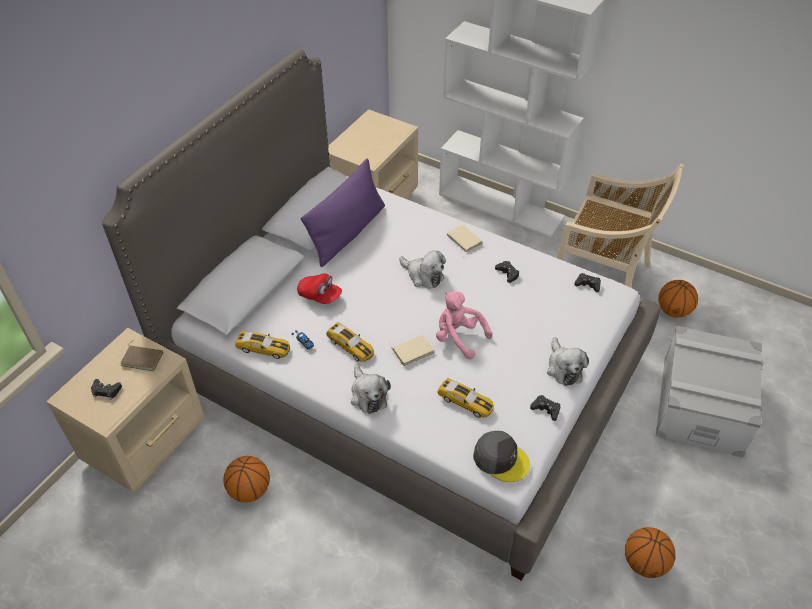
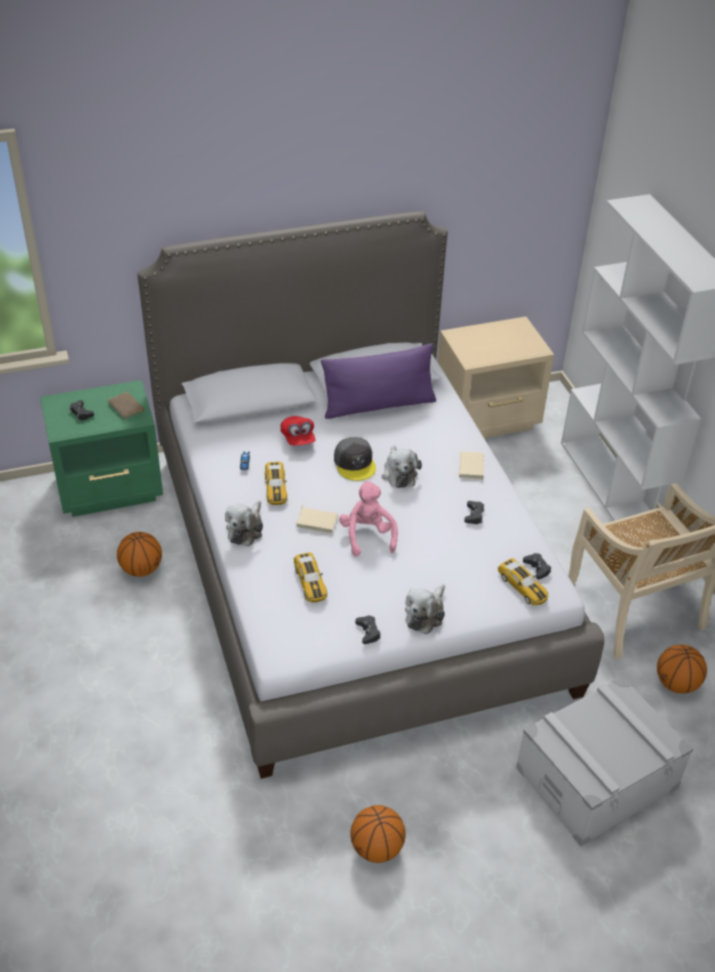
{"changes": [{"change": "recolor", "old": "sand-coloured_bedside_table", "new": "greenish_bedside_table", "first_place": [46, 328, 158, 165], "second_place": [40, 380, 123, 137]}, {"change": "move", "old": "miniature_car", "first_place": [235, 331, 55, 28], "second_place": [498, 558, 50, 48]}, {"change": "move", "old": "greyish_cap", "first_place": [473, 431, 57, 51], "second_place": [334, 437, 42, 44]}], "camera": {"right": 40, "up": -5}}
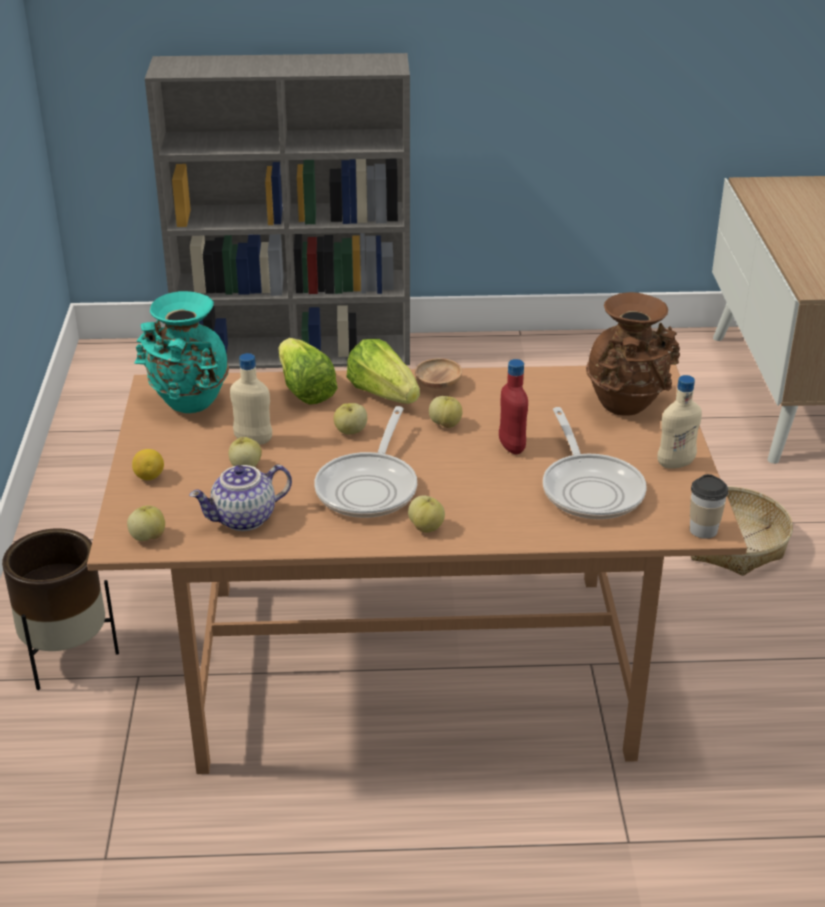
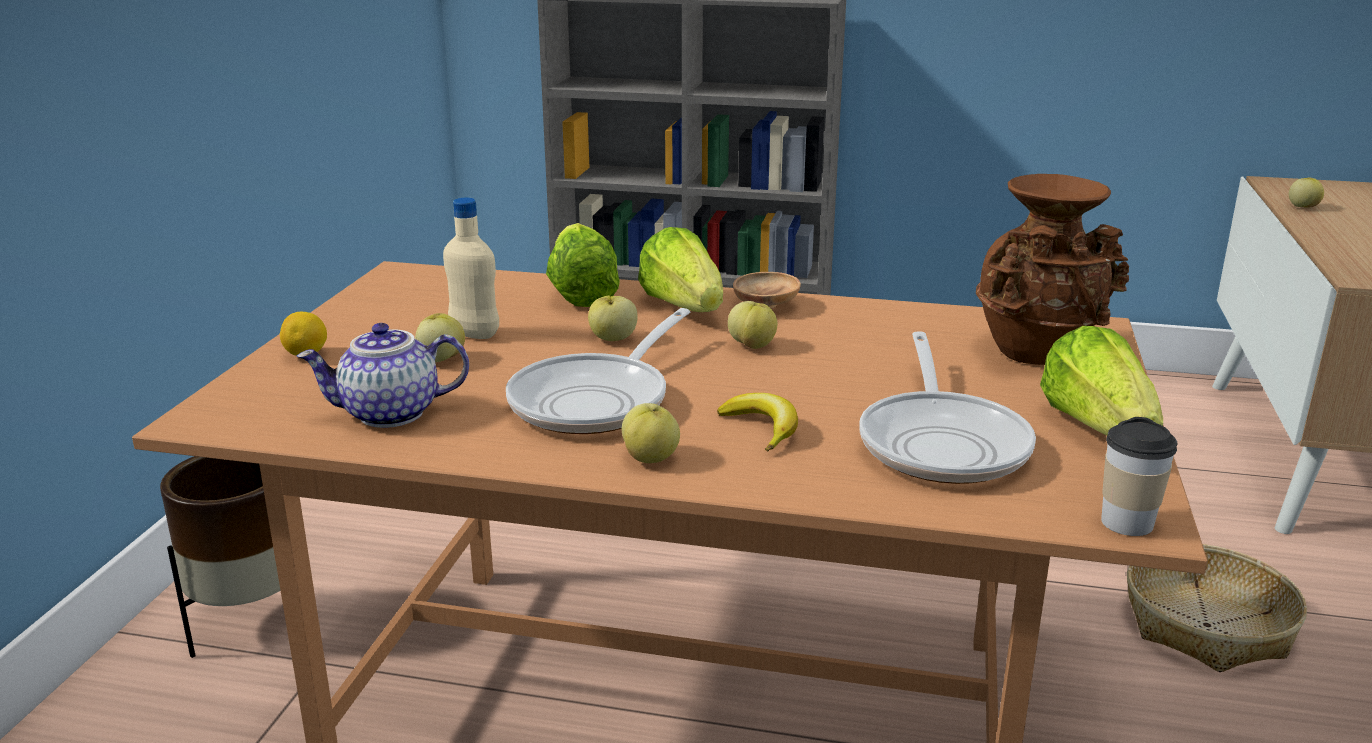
{"changes": [{"change": "move", "old": "whole_apple", "first_place": [127, 505, 38, 36], "second_place": [1289, 178, 35, 30]}, {"change": "delete", "old": "blue-green_vase", "first_place": [134, 291, 95, 122]}, {"change": "delete", "old": "red_bottle", "first_place": [499, 359, 29, 95]}, {"change": "replace", "old": "sand-coloured_bottle", "new": "lettuce_head", "first_place": [658, 375, 44, 94], "second_place": [1040, 326, 123, 110]}, {"change": "insert", "new": "whole_banana", "second_place": [717, 393, 81, 59]}], "camera": {"right": 15, "up": -10}}
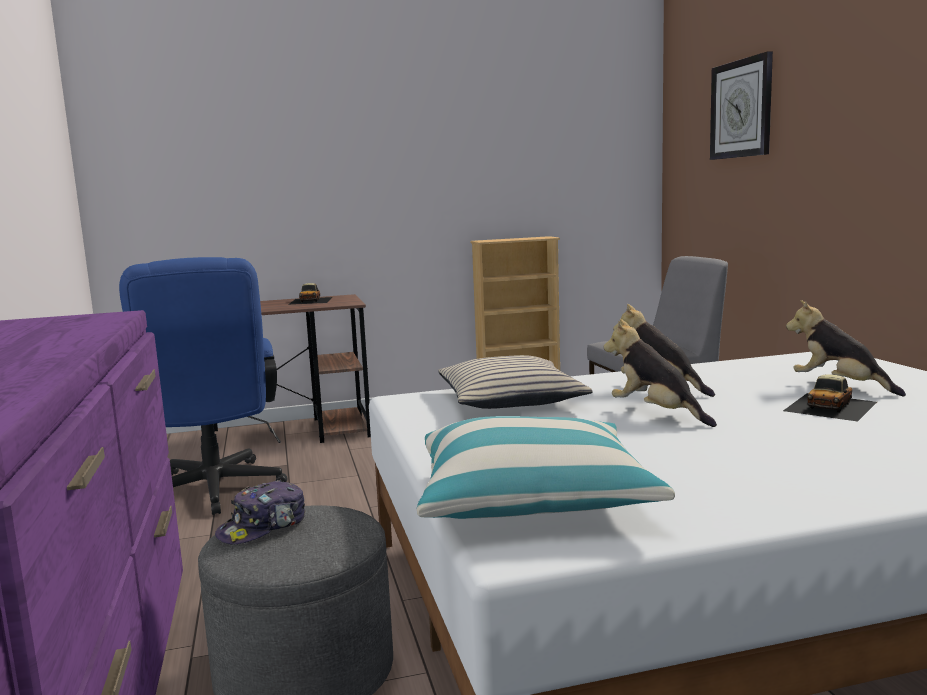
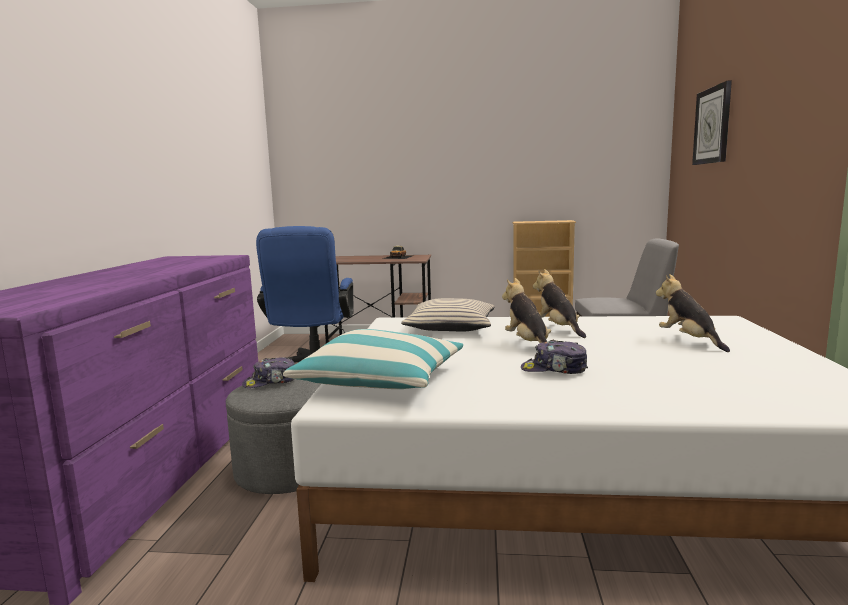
{"changes": [{"change": "delete", "old": "miniature_car", "first_place": [783, 374, 94, 48]}, {"change": "insert", "new": "cap", "second_place": [521, 340, 67, 34]}], "camera": {"right": 20, "up": 0}}
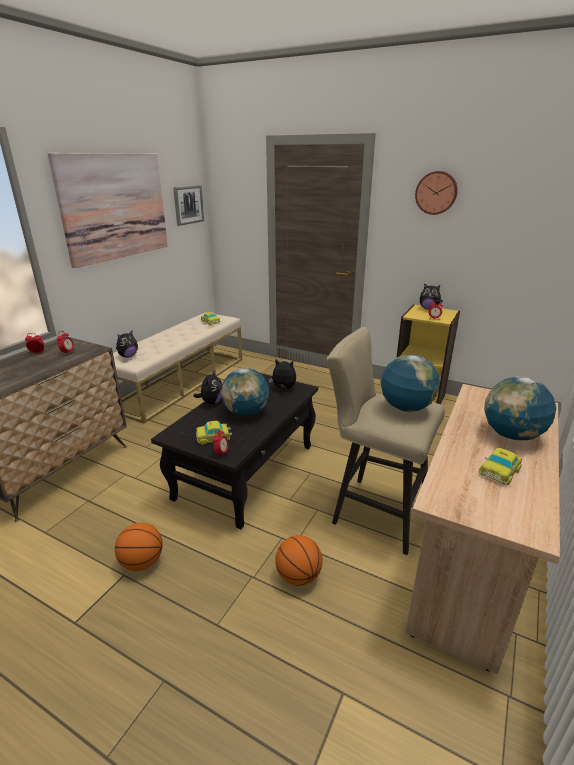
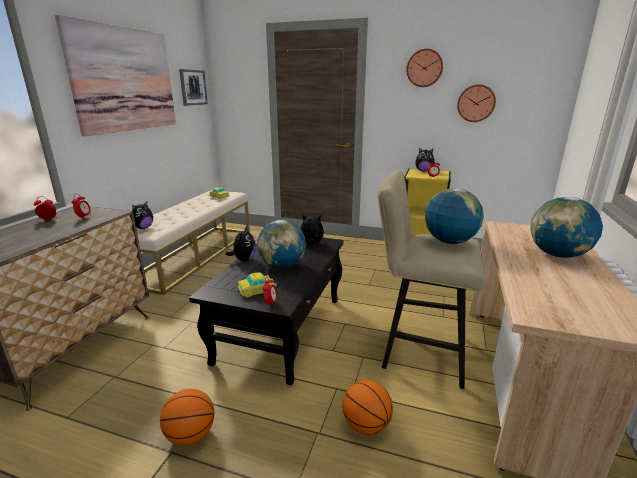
{"changes": [{"change": "delete", "old": "miniature_car", "first_place": [479, 448, 43, 37]}, {"change": "insert", "new": "wall_clock", "second_place": [457, 84, 39, 38]}], "camera": {"right": -10, "up": -5}}
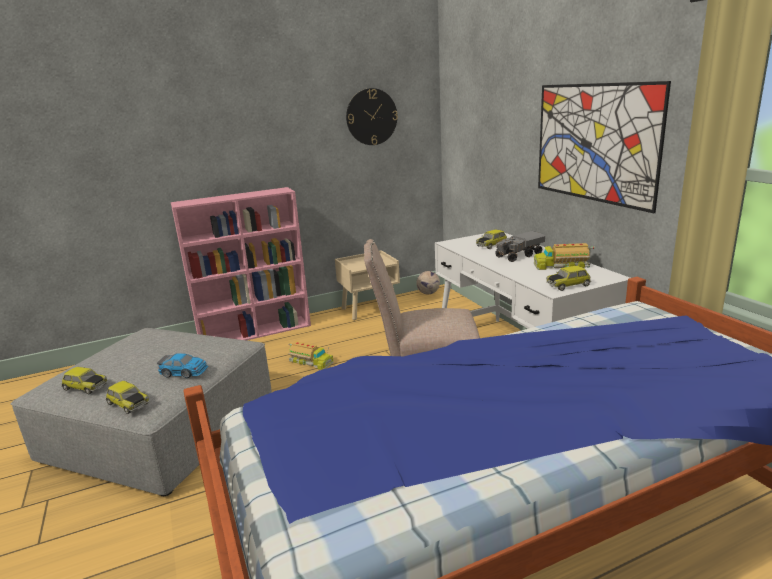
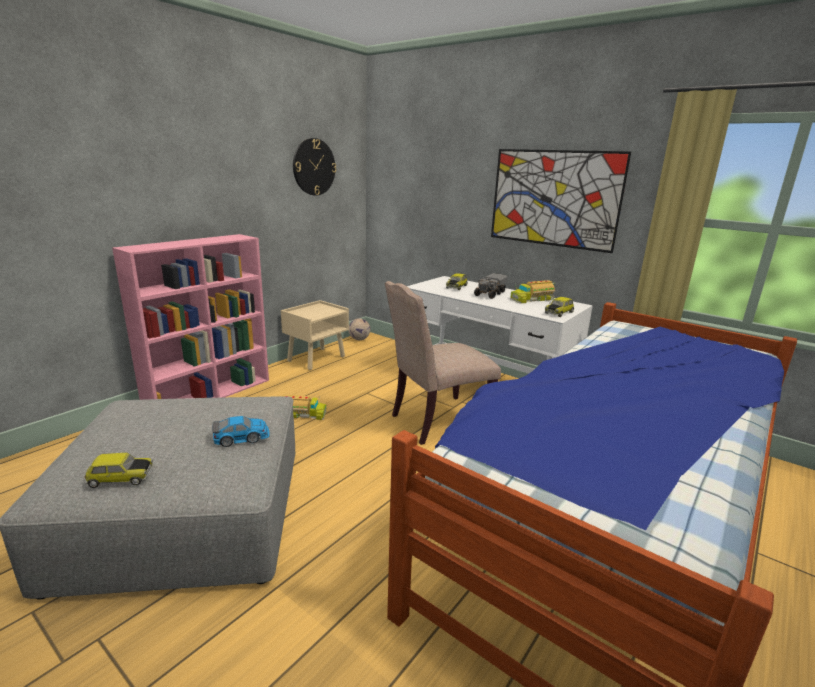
{"changes": [{"change": "delete", "old": "miniature_car", "first_place": [106, 381, 43, 33]}], "camera": {"right": -30, "up": 0}}
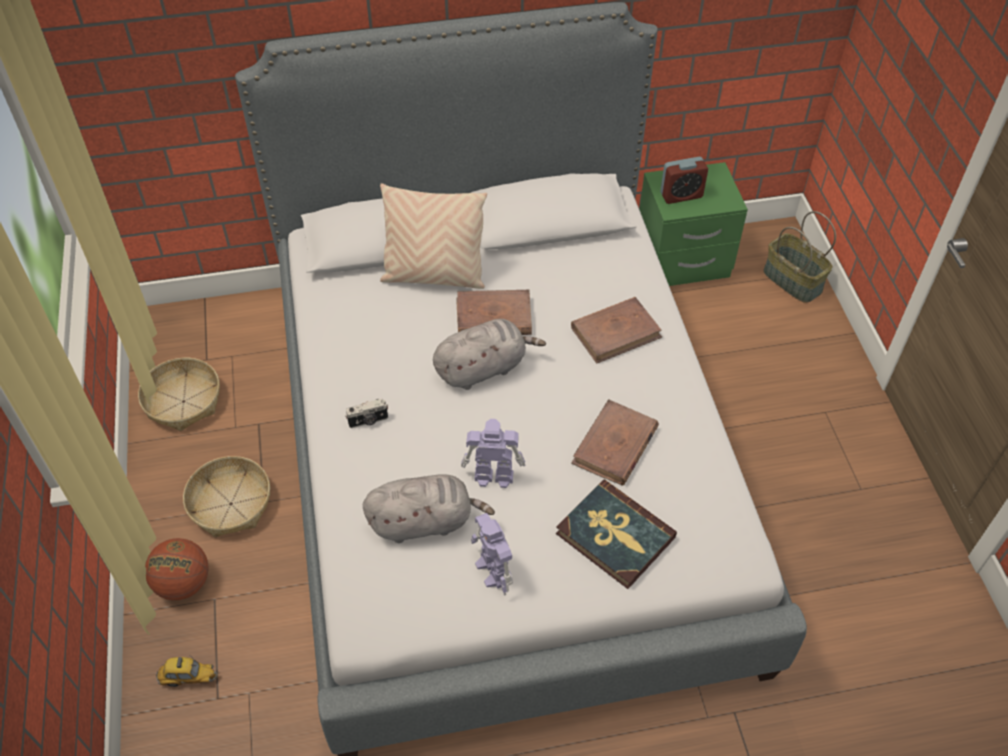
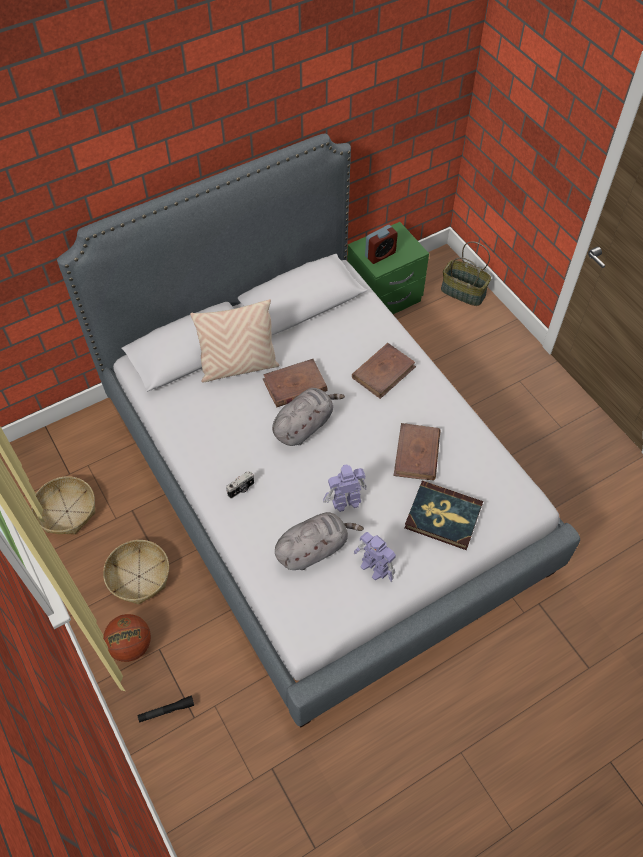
{"changes": [{"change": "replace", "old": "miniature_car", "new": "black_hand_torch", "first_place": [156, 657, 62, 30], "second_place": [138, 695, 56, 28]}], "camera": {"right": -20, "up": 5}}
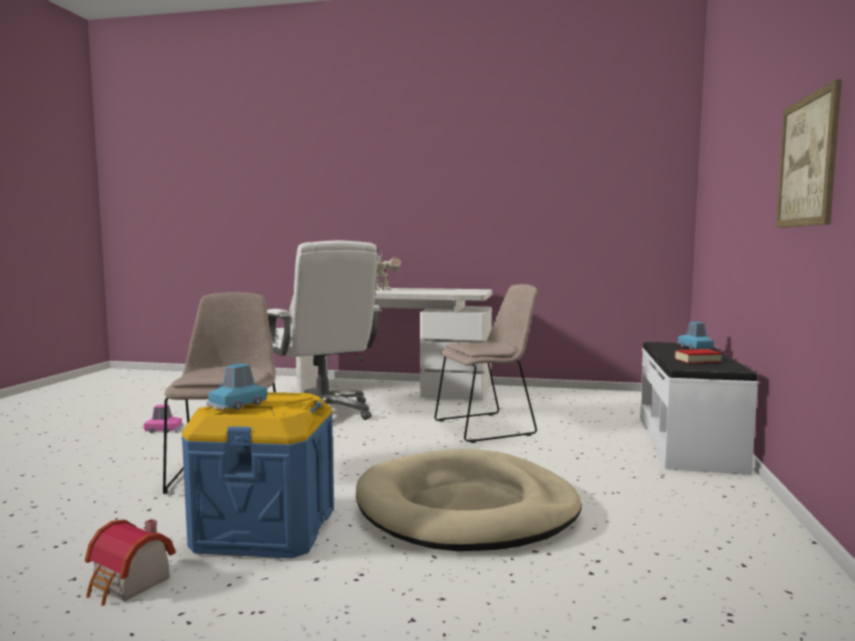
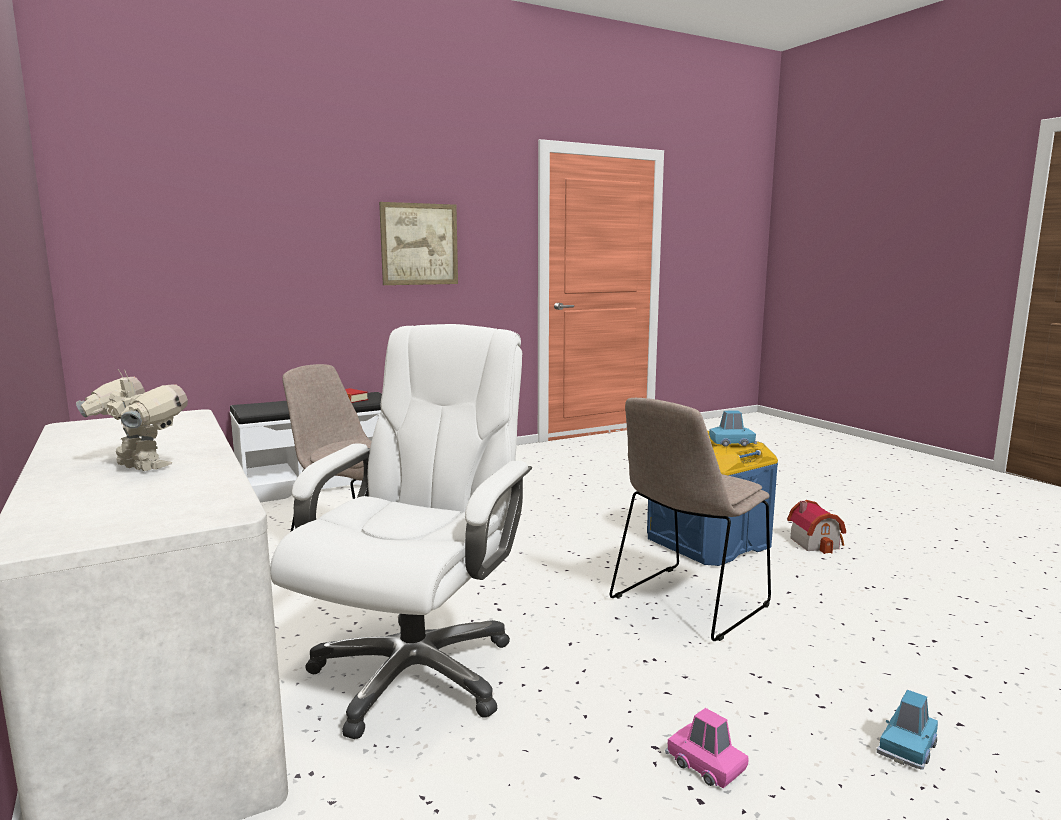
{"changes": [{"change": "delete", "old": "sand-coloured_dog_bed", "first_place": [356, 449, 226, 102]}, {"change": "move", "old": "blue_miniature_car", "first_place": [677, 322, 37, 28], "second_place": [877, 690, 61, 80]}], "camera": {"right": -130, "up": 5}}
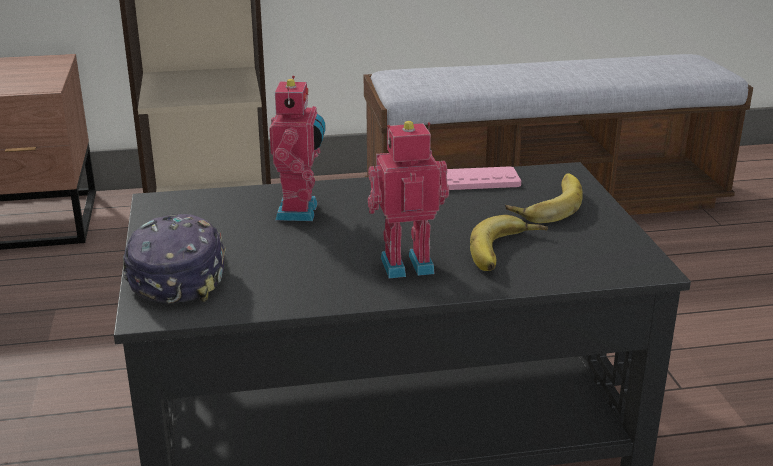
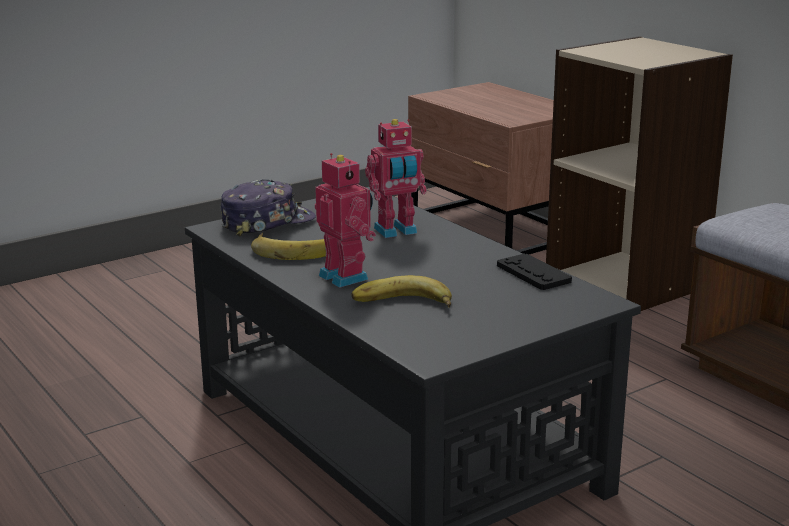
{"changes": [{"change": "recolor", "old": "pink-coloured_gamepad", "new": "black_gamepad", "first_place": [447, 166, 74, 24], "second_place": [497, 254, 75, 36]}, {"change": "move", "old": "whole_banana", "first_place": [505, 173, 78, 50], "second_place": [251, 233, 75, 27]}], "camera": {"right": 65, "up": -5}}
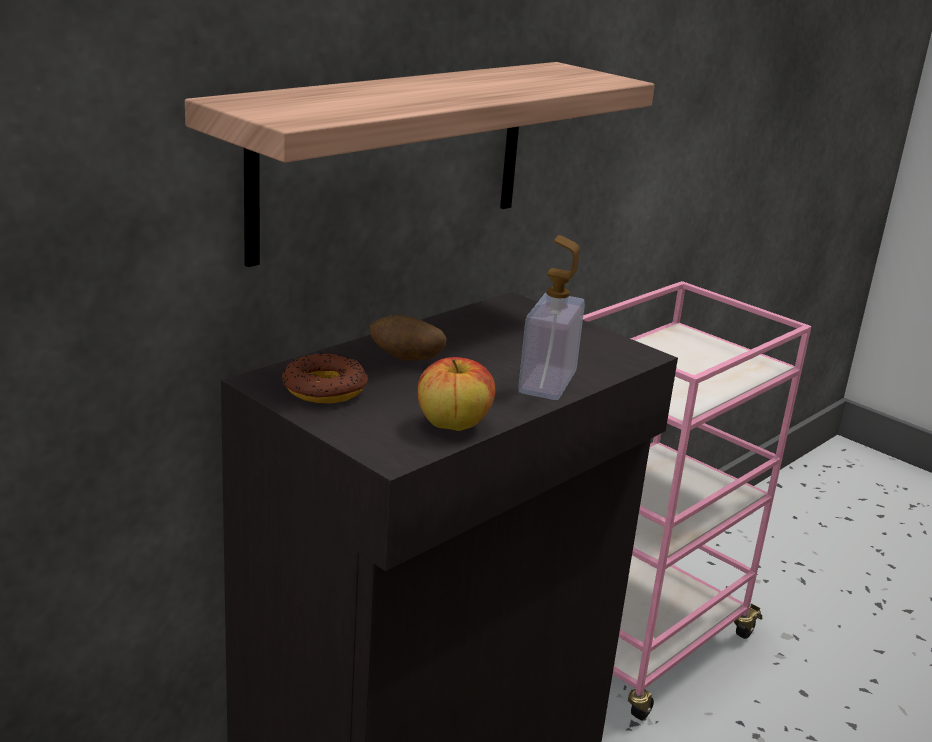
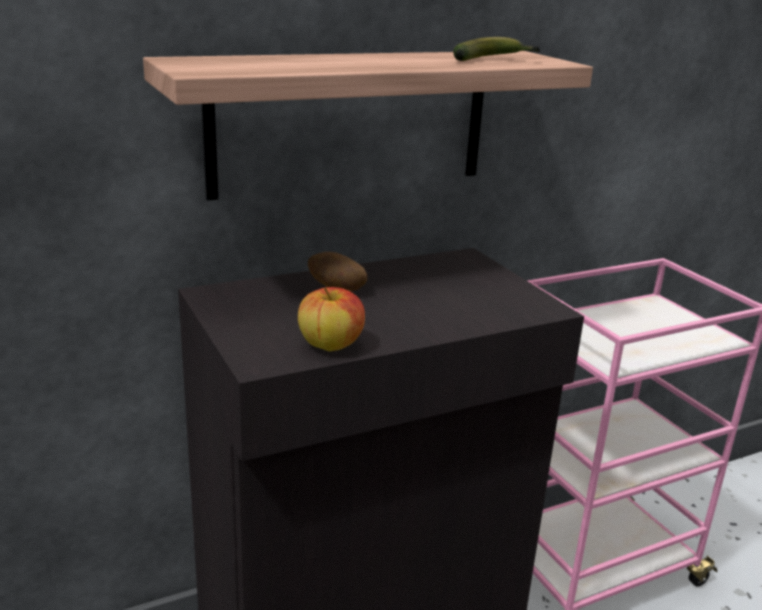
{"changes": [{"change": "delete", "old": "doughnut", "first_place": [282, 353, 86, 50]}, {"change": "delete", "old": "soap_dispenser", "first_place": [518, 235, 67, 165]}, {"change": "insert", "new": "whole_banana", "second_place": [453, 37, 87, 24]}], "camera": {"right": 20, "up": 0}}
